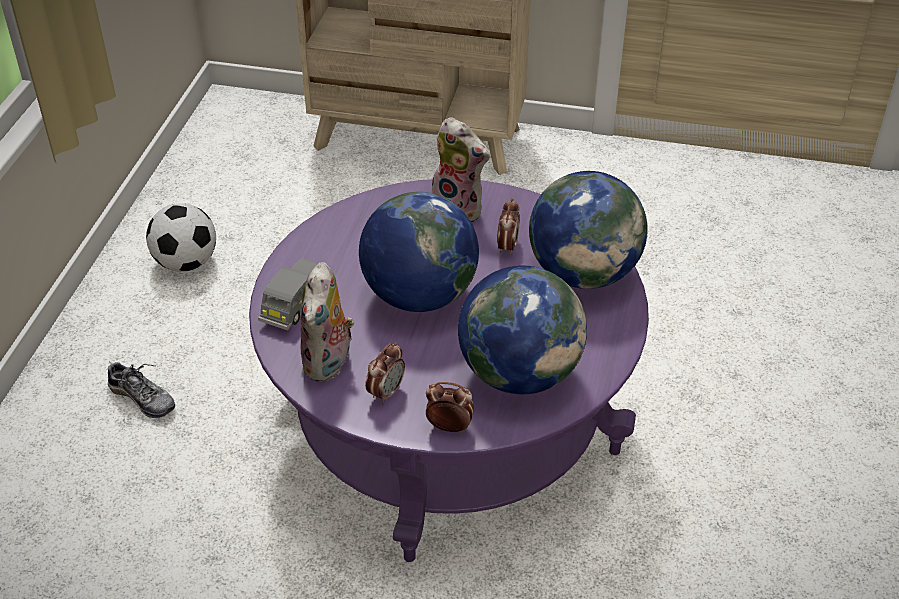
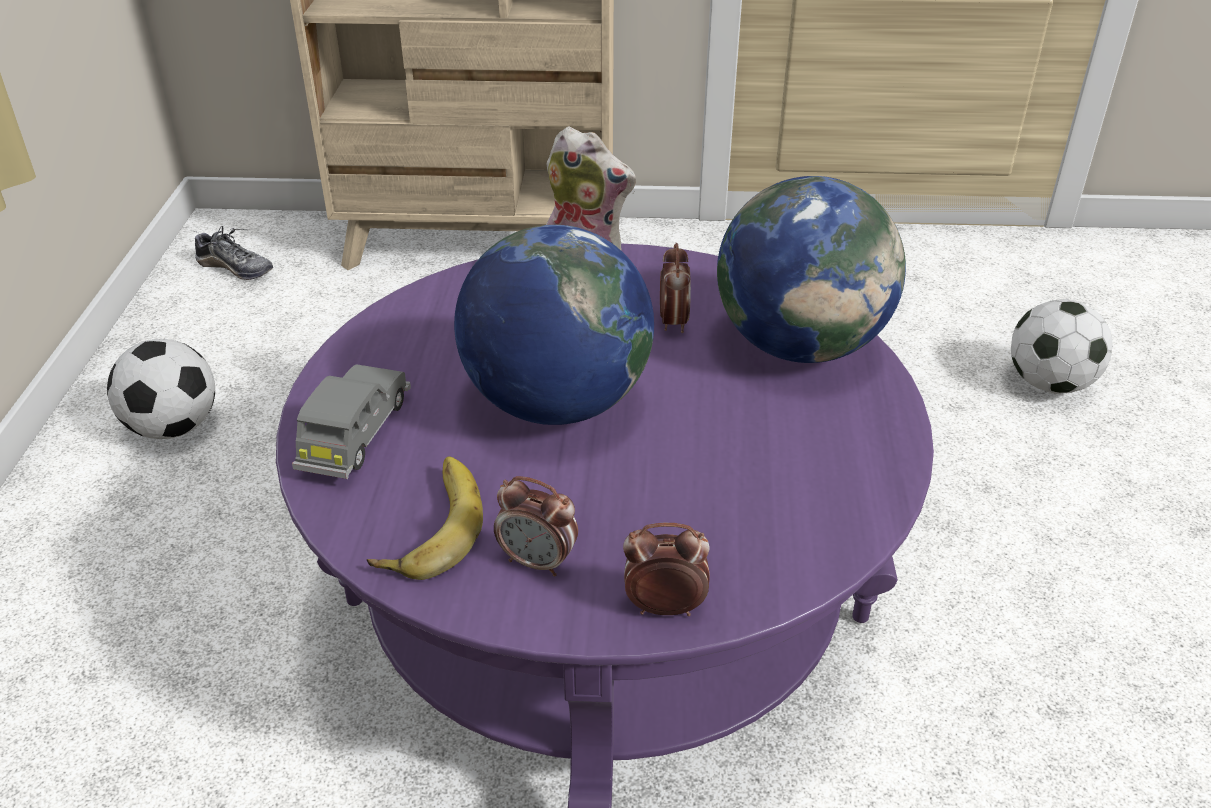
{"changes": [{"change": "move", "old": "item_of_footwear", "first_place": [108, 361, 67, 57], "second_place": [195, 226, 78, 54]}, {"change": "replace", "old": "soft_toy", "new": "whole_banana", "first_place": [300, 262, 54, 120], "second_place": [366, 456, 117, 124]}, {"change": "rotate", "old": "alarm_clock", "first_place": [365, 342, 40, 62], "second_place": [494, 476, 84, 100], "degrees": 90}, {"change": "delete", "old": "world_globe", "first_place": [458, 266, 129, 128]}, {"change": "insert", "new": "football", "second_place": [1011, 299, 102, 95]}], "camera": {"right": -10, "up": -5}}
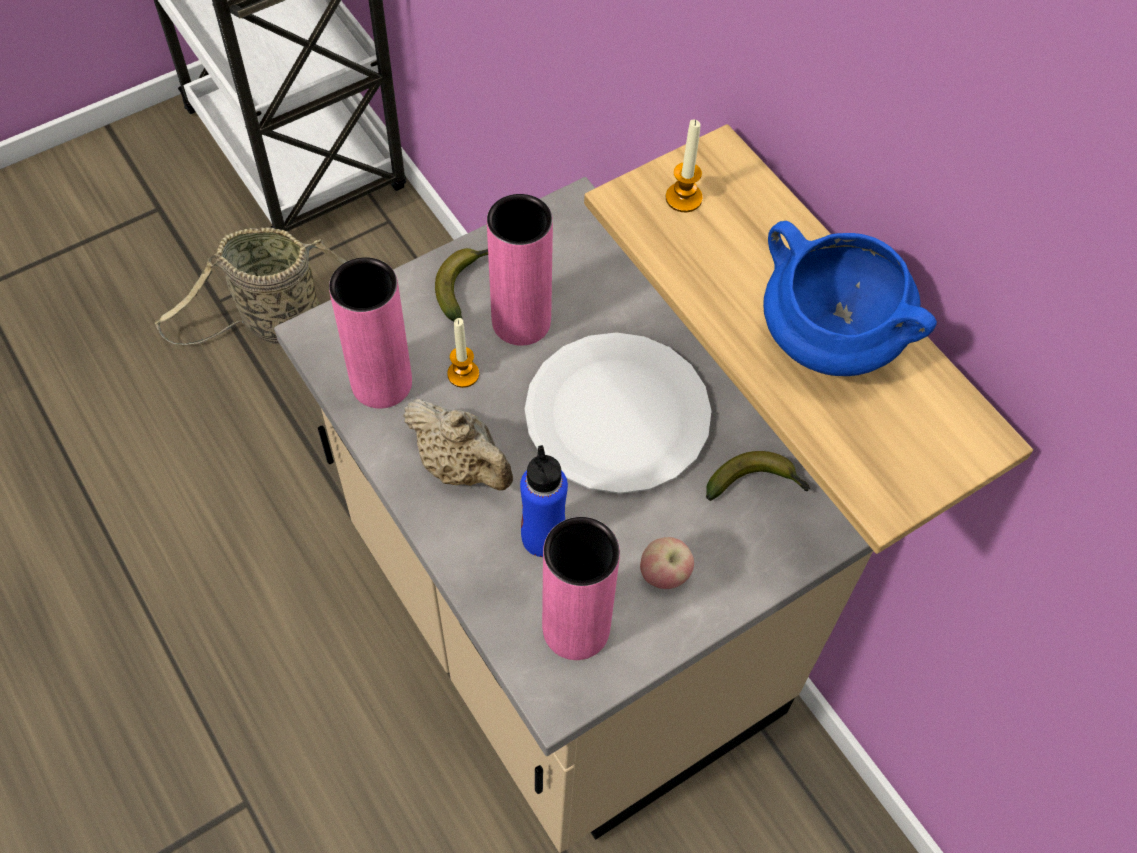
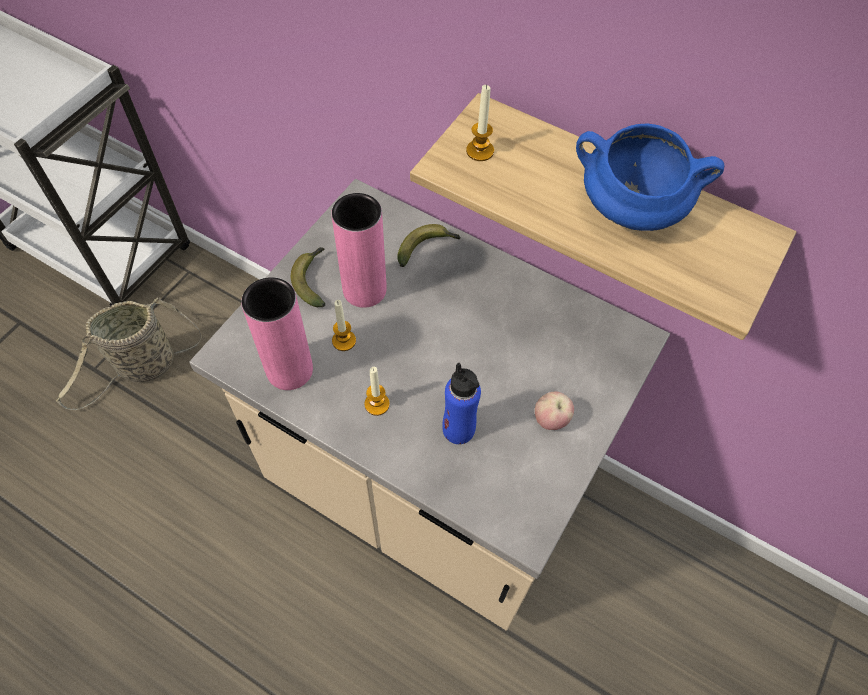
{"changes": [{"change": "replace", "old": "sand-coloured_tea_pot", "new": "candle", "first_place": [403, 399, 110, 91], "second_place": [364, 367, 26, 49]}, {"change": "delete", "old": "white_plate", "first_place": [525, 332, 186, 162]}, {"change": "delete", "old": "pink-coloured_vase", "first_place": [542, 517, 78, 143]}, {"change": "move", "old": "whole_banana", "first_place": [706, 451, 104, 50], "second_place": [397, 224, 64, 43]}], "camera": {"right": -25, "up": 0}}
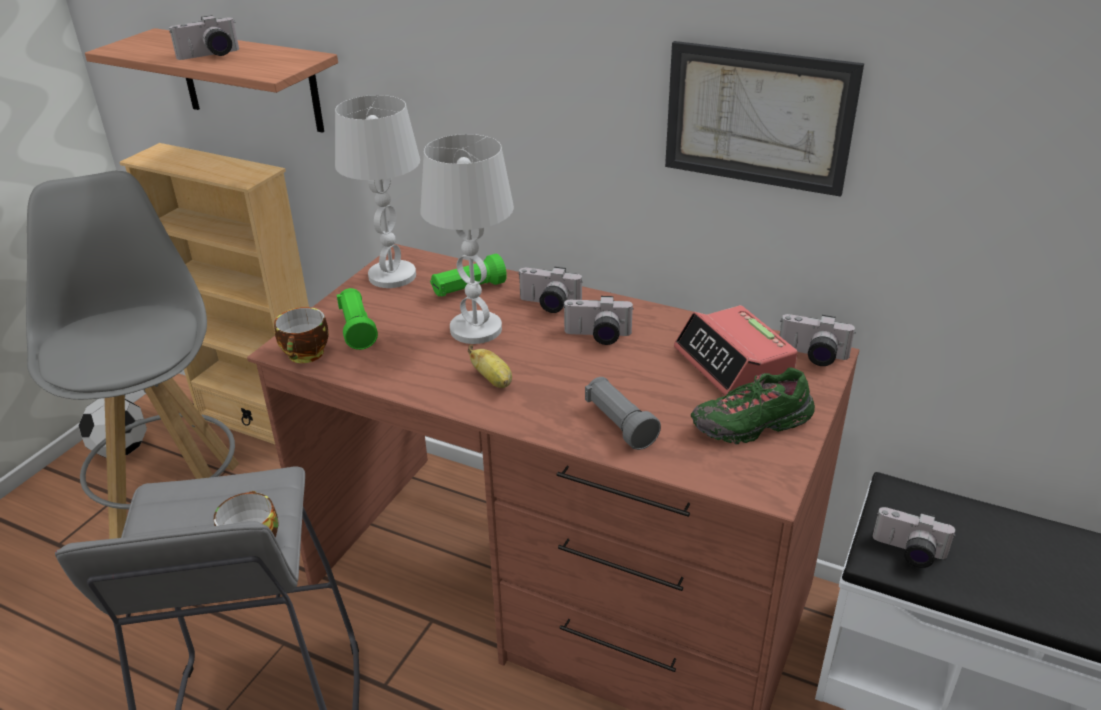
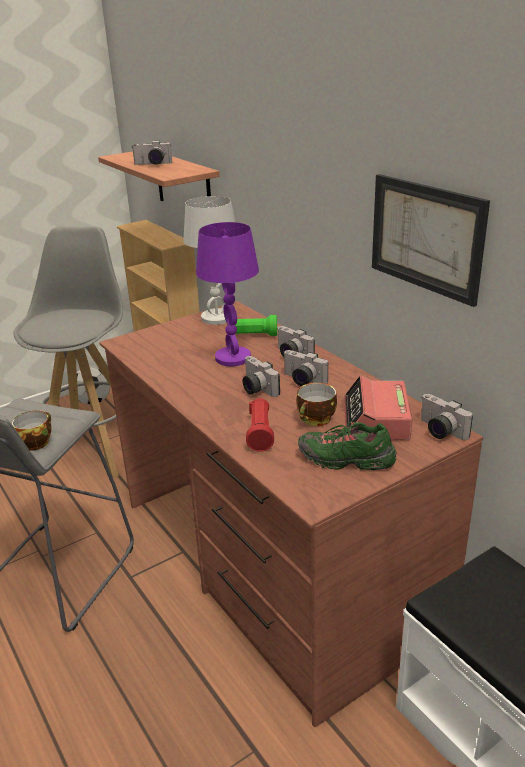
{"changes": [{"change": "move", "old": "drinking_cup", "first_place": [274, 307, 55, 56], "second_place": [296, 383, 41, 43]}, {"change": "delete", "old": "greenish_hand_torch", "first_place": [337, 288, 41, 62]}, {"change": "recolor", "old": "white_table_lamp", "new": "purplish_table_lamp", "first_place": [420, 134, 94, 210], "second_place": [196, 222, 63, 144]}, {"change": "delete", "old": "whole_banana", "first_place": [468, 345, 44, 43]}, {"change": "recolor", "old": "greyish_hand_torch", "new": "red_hand_torch", "first_place": [585, 377, 76, 73], "second_place": [246, 398, 28, 54]}, {"change": "move", "old": "photo_camera", "first_place": [873, 507, 83, 61], "second_place": [243, 356, 37, 41]}], "camera": {"right": 30, "up": -5}}
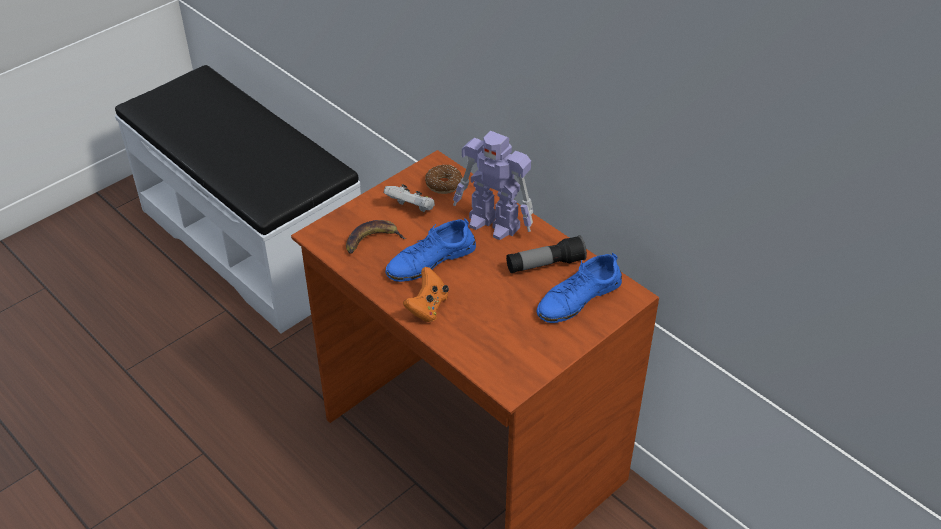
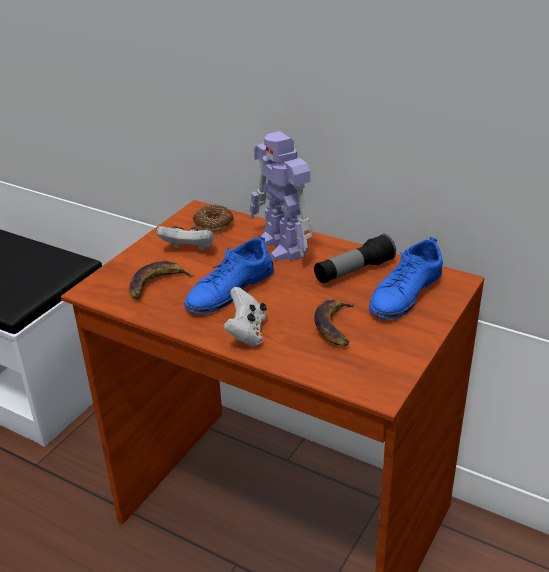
{"changes": [{"change": "recolor", "old": "orange_gamepad", "new": "white_gamepad", "first_place": [403, 267, 46, 55], "second_place": [223, 287, 44, 59]}, {"change": "rotate", "old": "robot_figure", "first_place": [453, 131, 80, 109], "second_place": [250, 131, 62, 130], "degrees": 45}, {"change": "insert", "new": "whole_banana", "second_place": [314, 299, 41, 47]}], "camera": {"right": -15, "up": -10}}
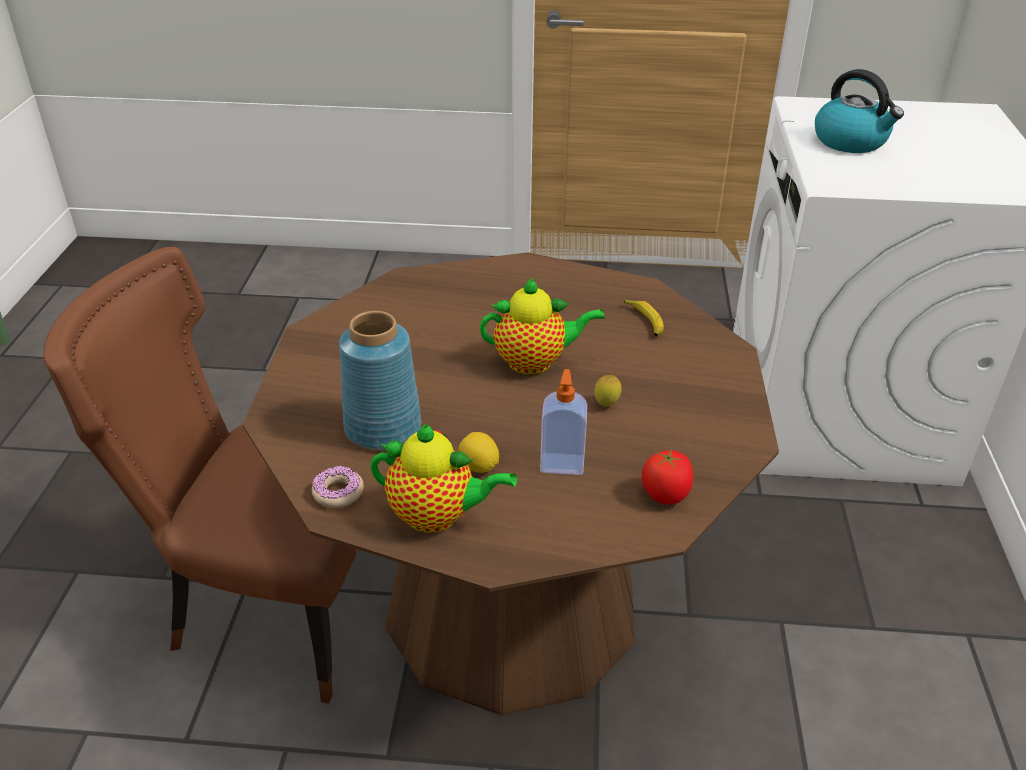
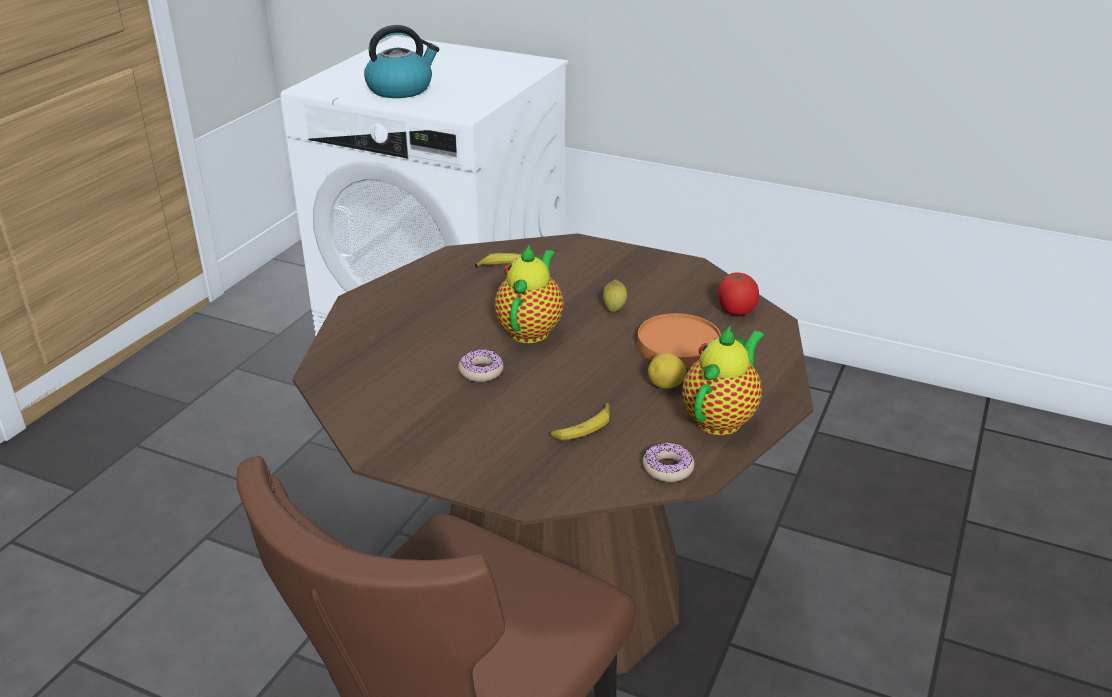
{"changes": [{"change": "replace", "old": "blue_vase", "new": "whole_banana", "first_place": [339, 311, 82, 139], "second_place": [550, 402, 60, 39]}, {"change": "replace", "old": "soap_dispenser", "new": "orange_plate", "first_place": [540, 369, 47, 106], "second_place": [637, 313, 84, 55]}, {"change": "insert", "new": "doughnut", "second_place": [458, 349, 46, 33]}], "camera": {"right": -70, "up": -5}}
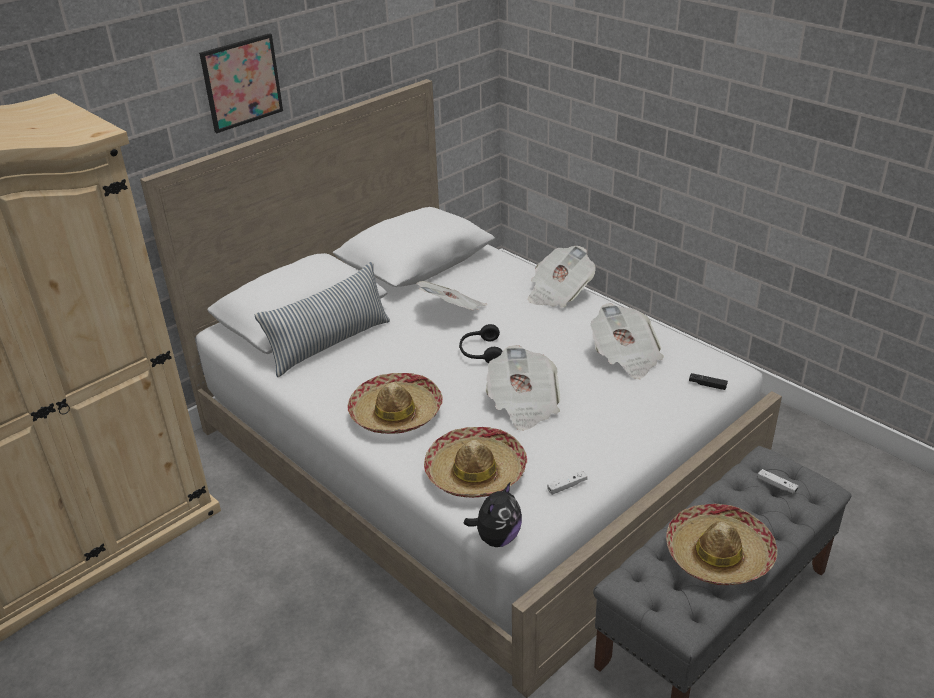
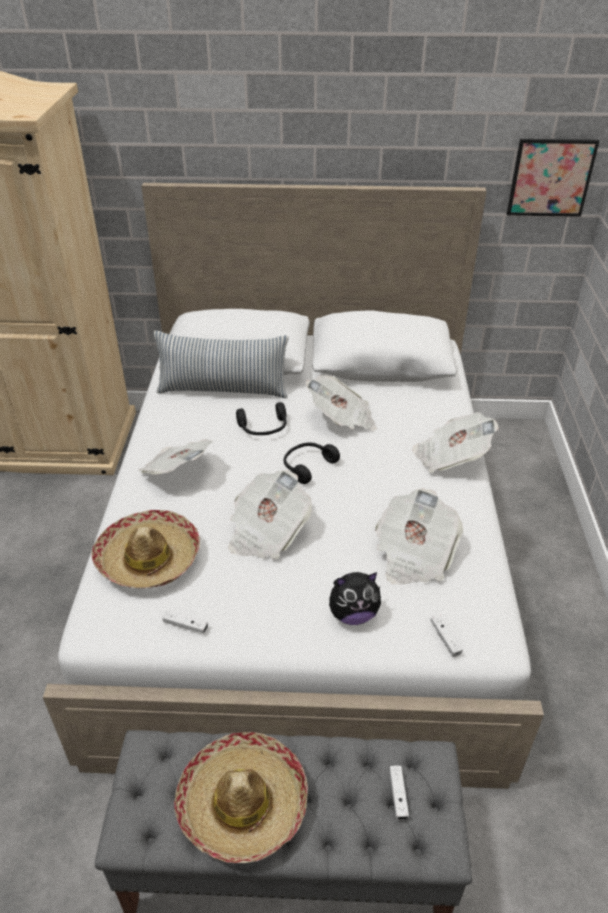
{"changes": [{"change": "move", "old": "wall_art", "first_place": [199, 33, 84, 100], "second_place": [507, 139, 92, 78]}, {"change": "replace", "old": "wearable_hat", "new": "printed_paper", "first_place": [347, 373, 96, 61], "second_place": [138, 439, 76, 36]}, {"change": "move", "old": "soft_toy", "first_place": [464, 482, 58, 65], "second_place": [329, 572, 52, 53]}, {"change": "recolor", "old": "black_gamepad", "new": "white_gamepad", "first_place": [689, 373, 39, 17], "second_place": [430, 614, 33, 43]}, {"change": "insert", "new": "black_pair_of_headphones", "second_place": [236, 402, 50, 33]}], "camera": {"right": 45, "up": 5}}
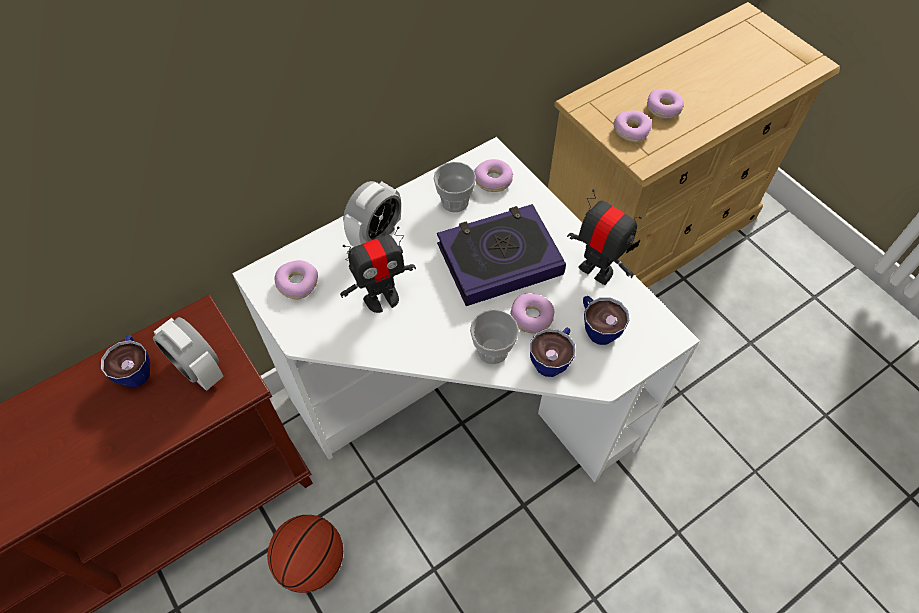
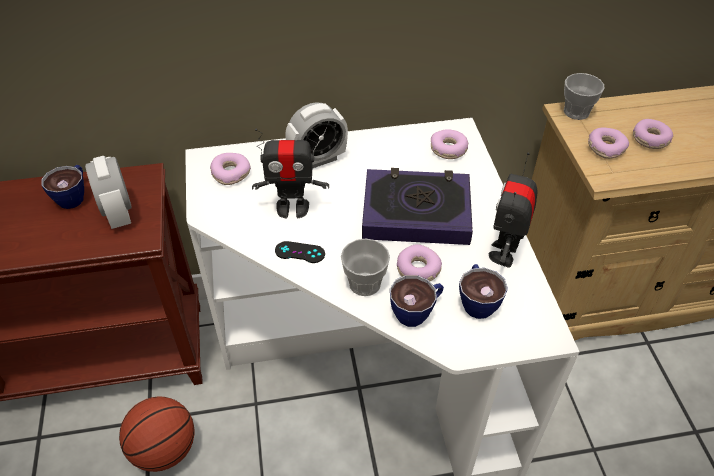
{"changes": [{"change": "move", "old": "drinking_cup", "first_place": [434, 162, 42, 50], "second_place": [564, 73, 41, 47]}, {"change": "rotate", "old": "robot_figure", "first_place": [567, 189, 75, 96], "second_place": [489, 153, 48, 115], "degrees": -135}, {"change": "insert", "new": "black_gamepad", "second_place": [275, 241, 50, 22]}], "camera": {"right": 25, "up": -10}}
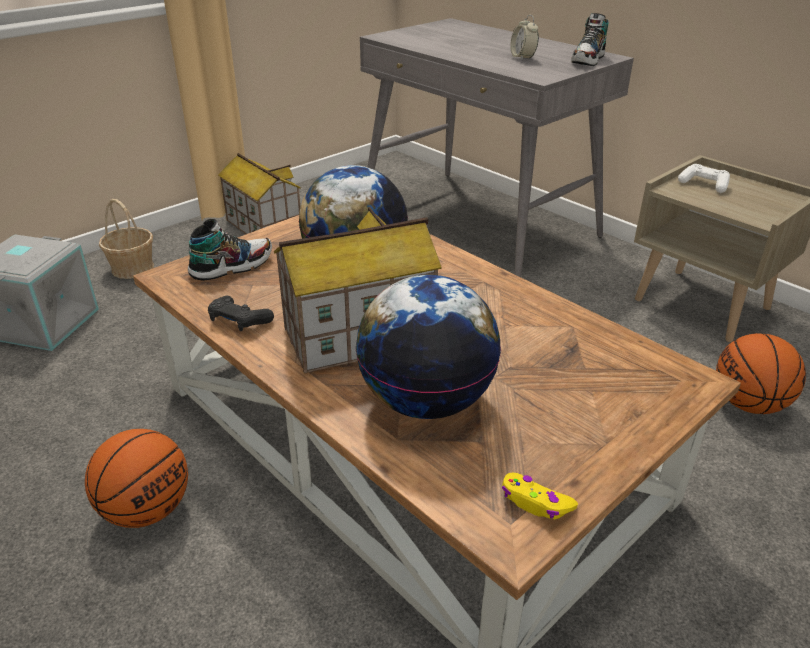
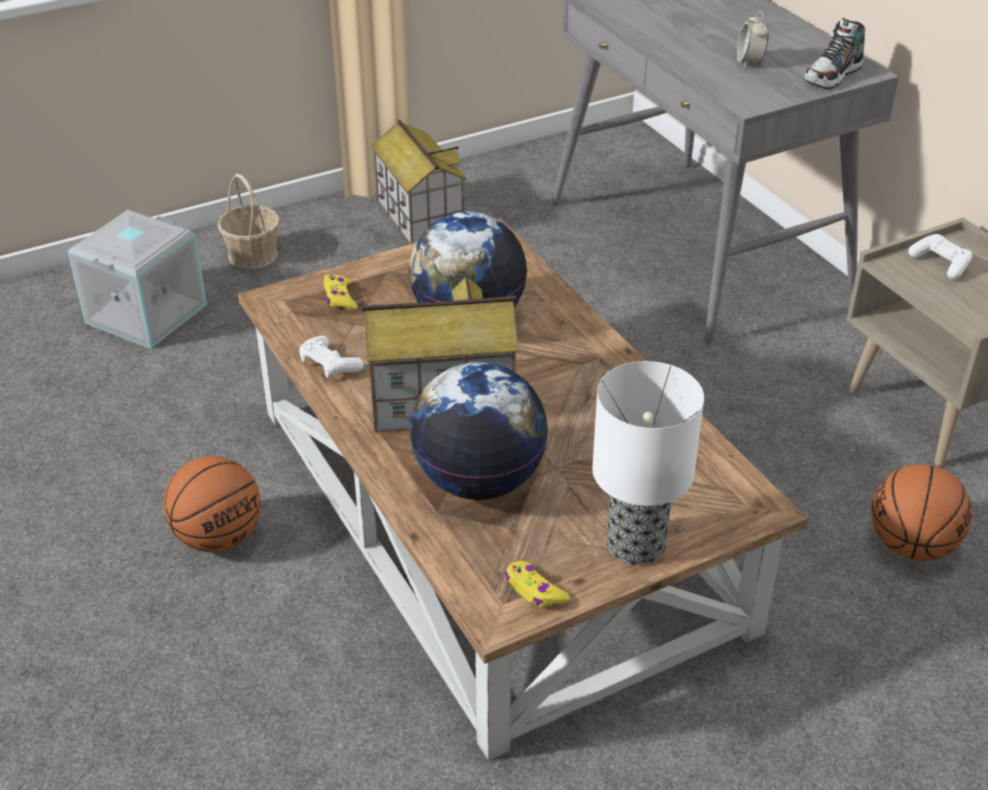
{"changes": [{"change": "replace", "old": "item_of_footwear", "new": "yellowish_gamepad", "first_place": [188, 219, 84, 62], "second_place": [323, 274, 34, 37]}, {"change": "recolor", "old": "black_gamepad", "new": "white_gamepad", "first_place": [208, 295, 66, 36], "second_place": [299, 335, 65, 43]}, {"change": "insert", "new": "table_lamp", "second_place": [592, 361, 112, 204]}], "camera": {"right": 15, "up": 5}}
